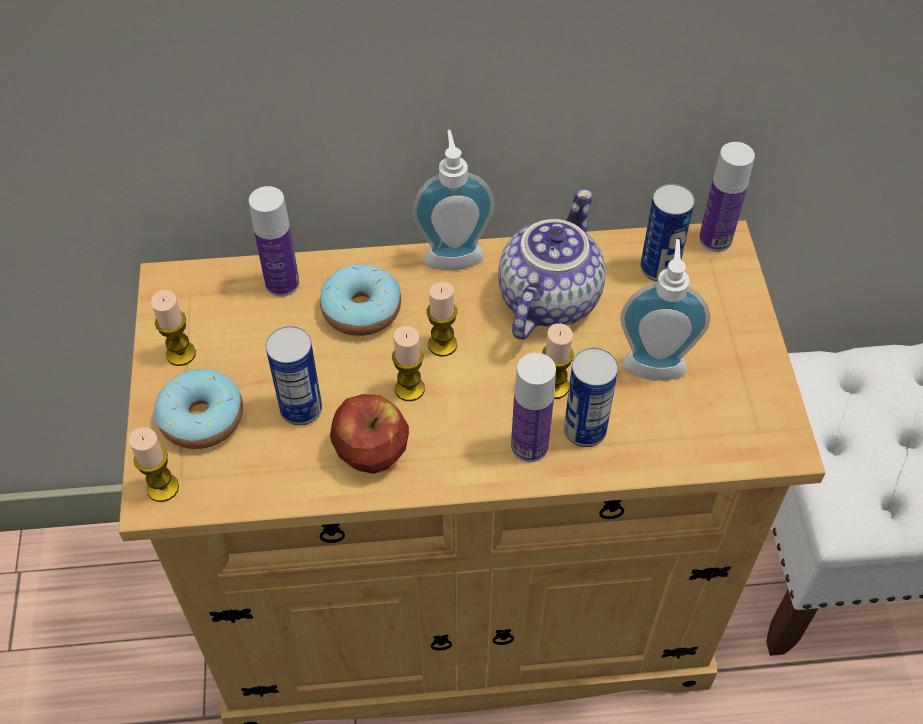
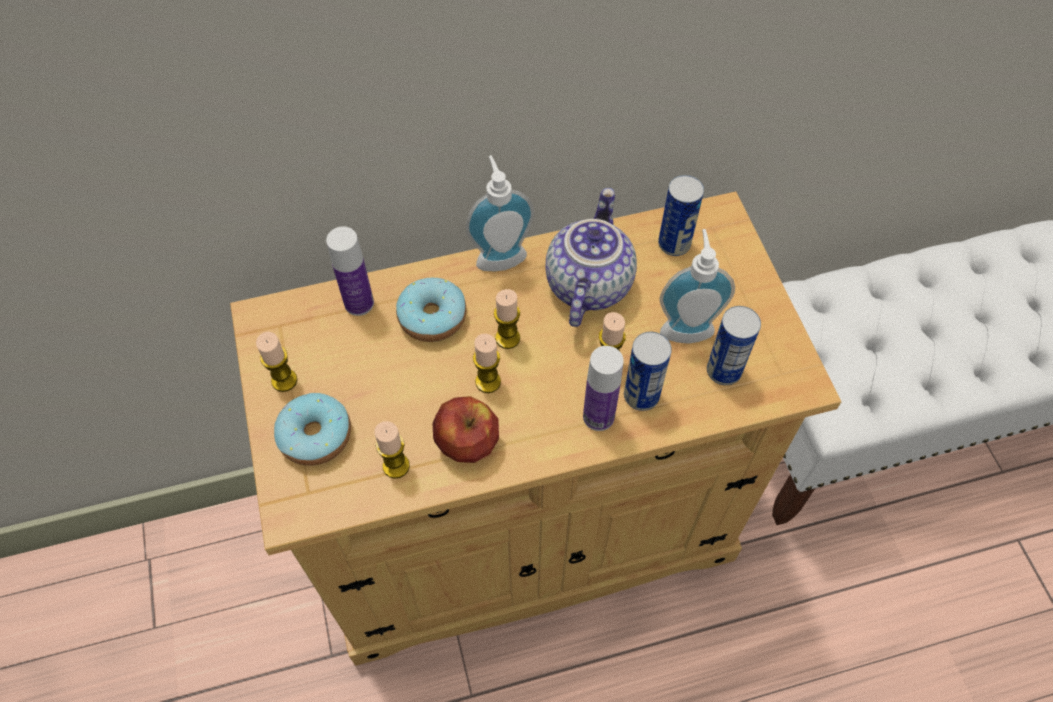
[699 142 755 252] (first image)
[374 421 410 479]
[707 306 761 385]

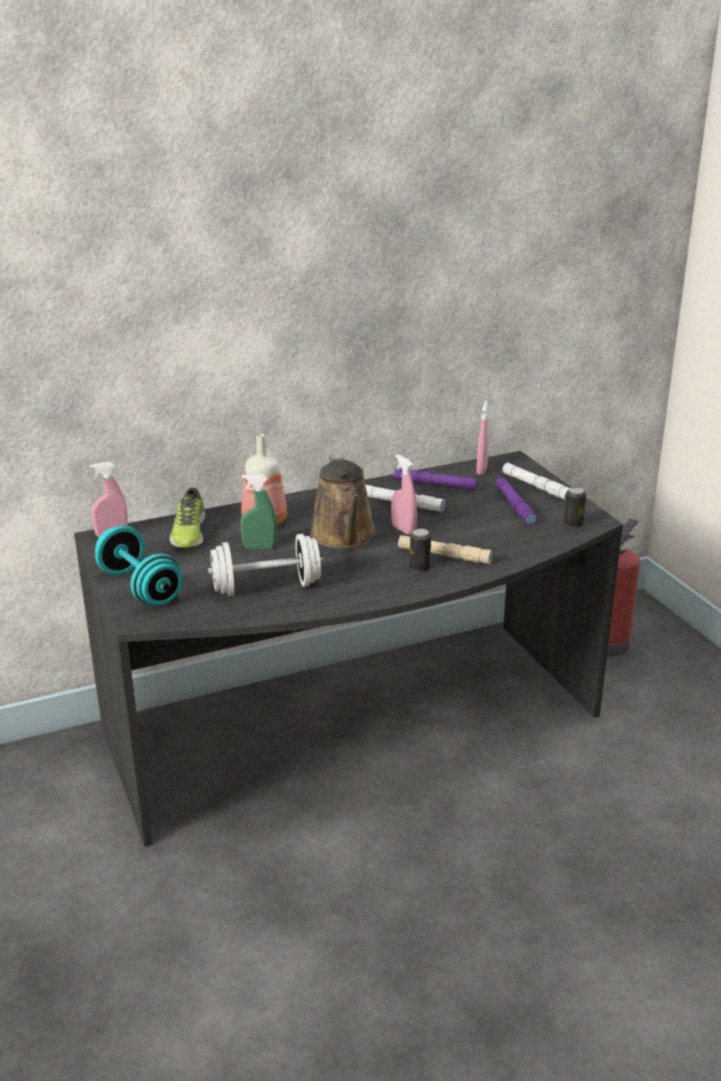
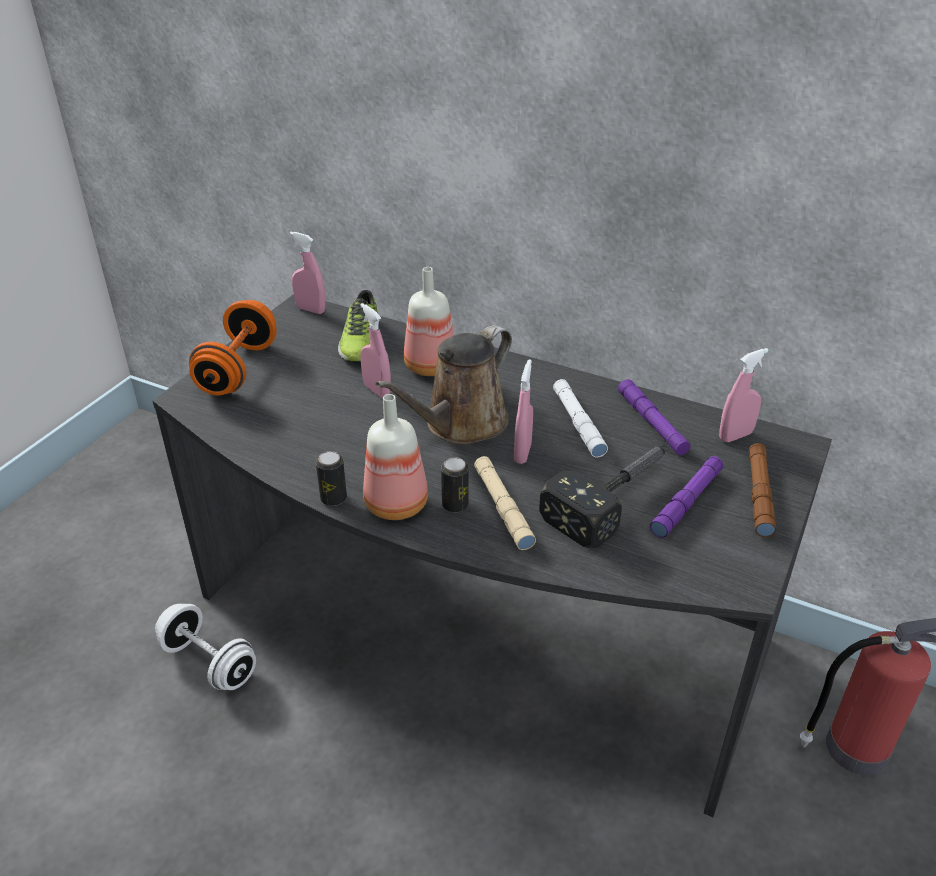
[363 394 428 520]
[539 445 669 548]
[155 604 256 690]
[316 451 347 506]
[189 300 277 395]
[360 303 391 398]
[749 443 776 537]
[338 290 378 361]

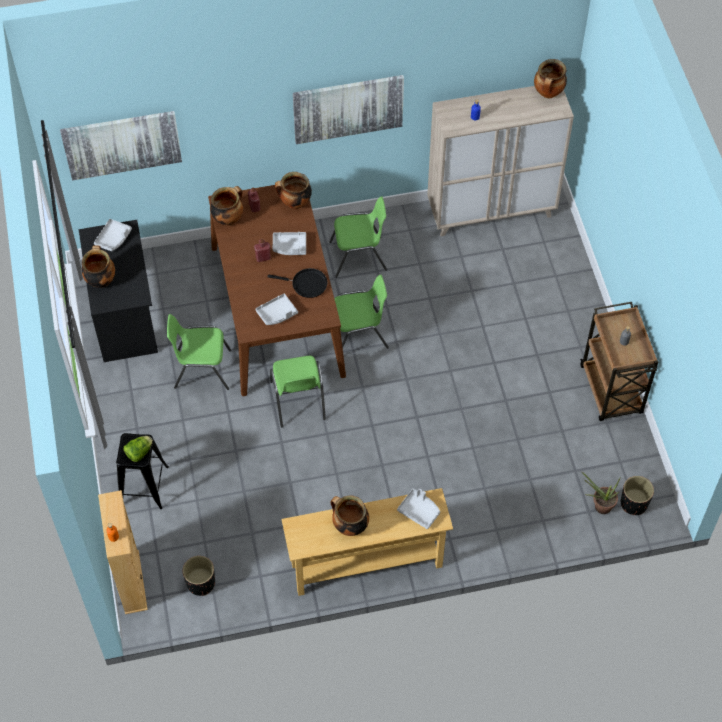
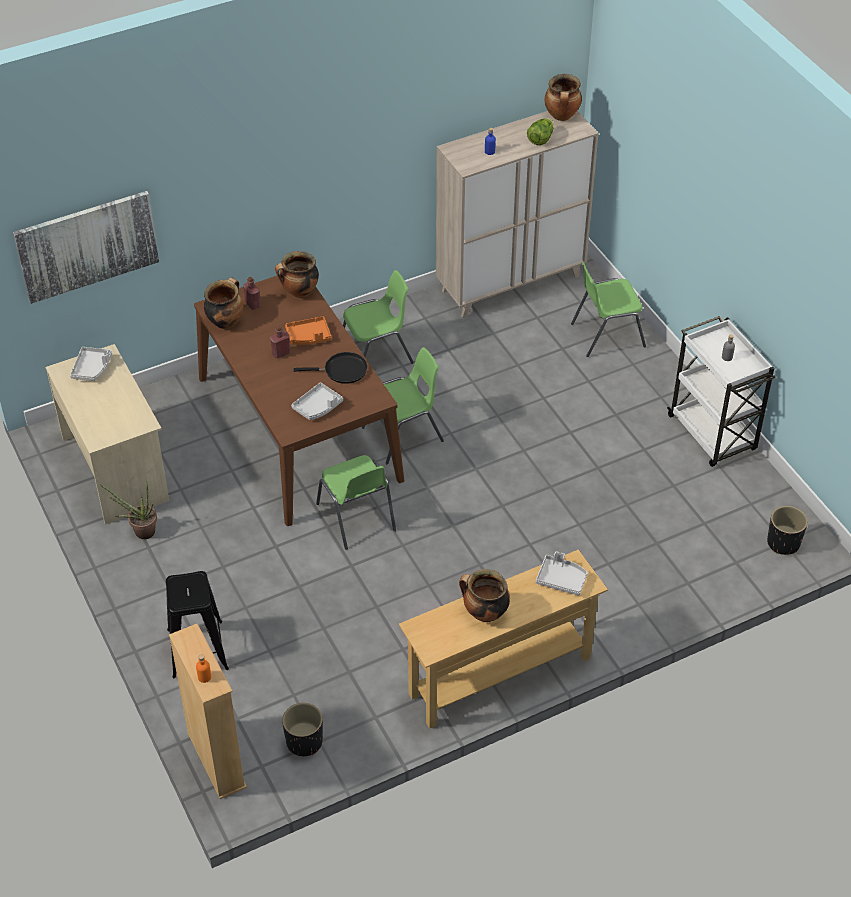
[82 245 115 288] (first image)
[293 75 404 144] (first image)
[527 118 554 146]
[571 262 646 357]
[100 481 157 539]
[46 344 169 524]
[285 316 332 345]
[667 316 776 467]

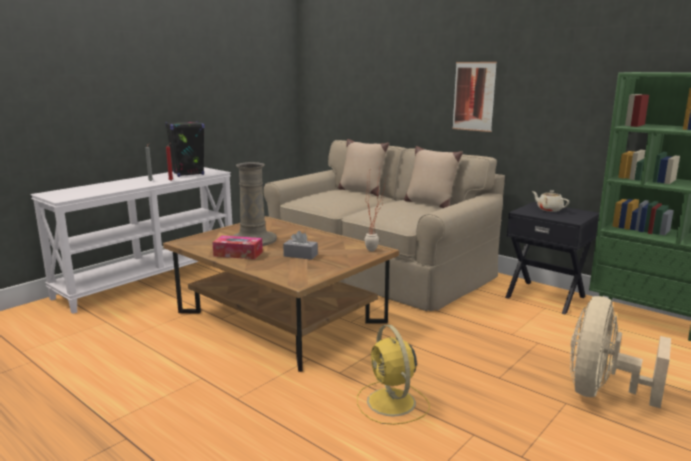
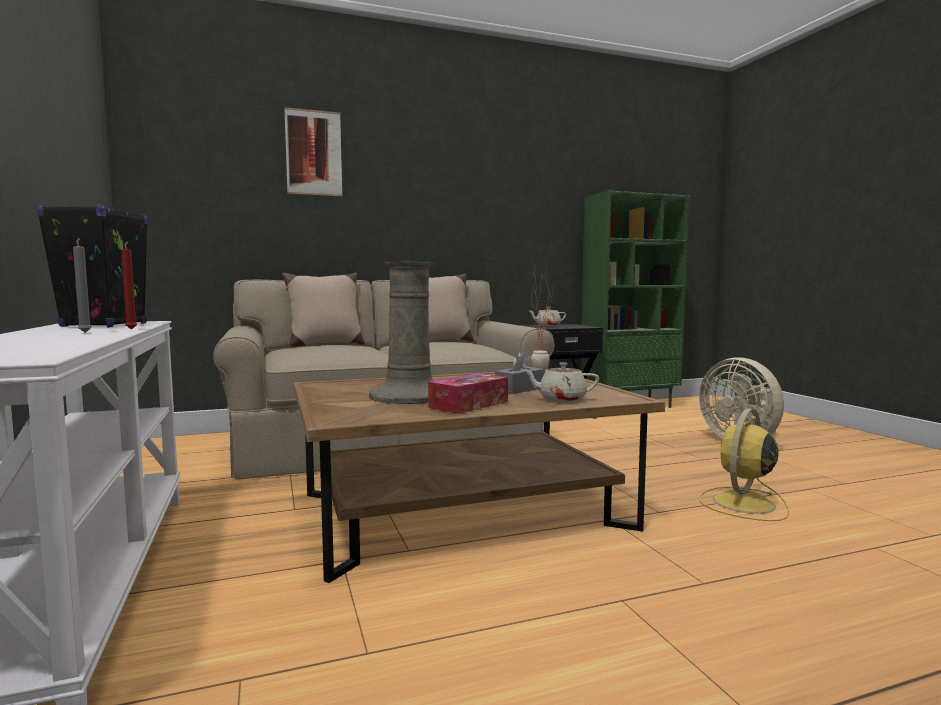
[523 362 599 402]
[284 107 342 196]
[699 408 789 521]

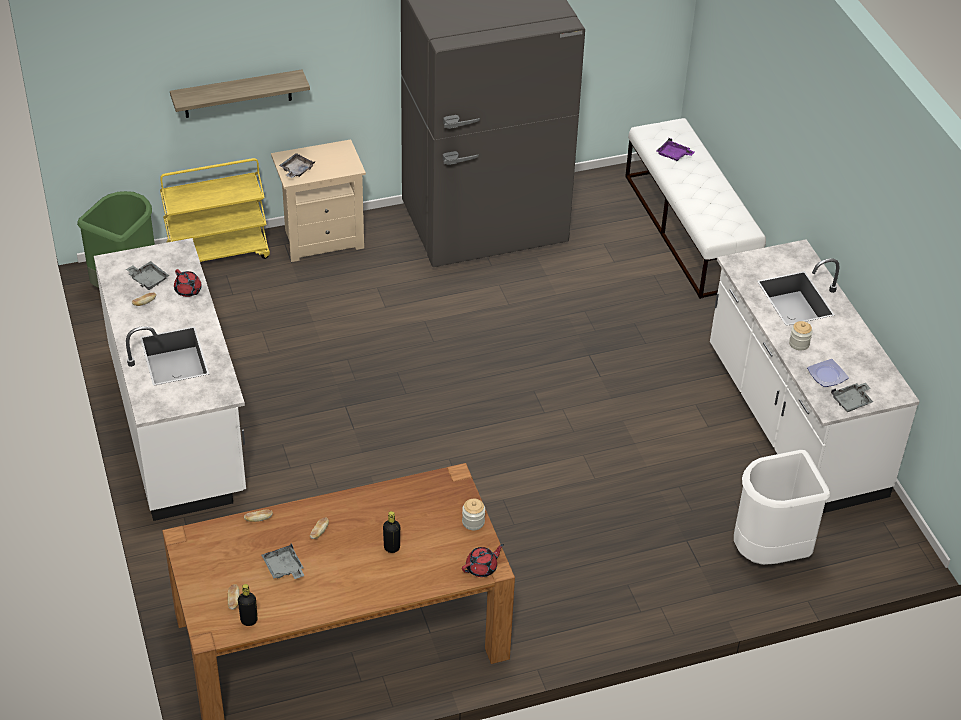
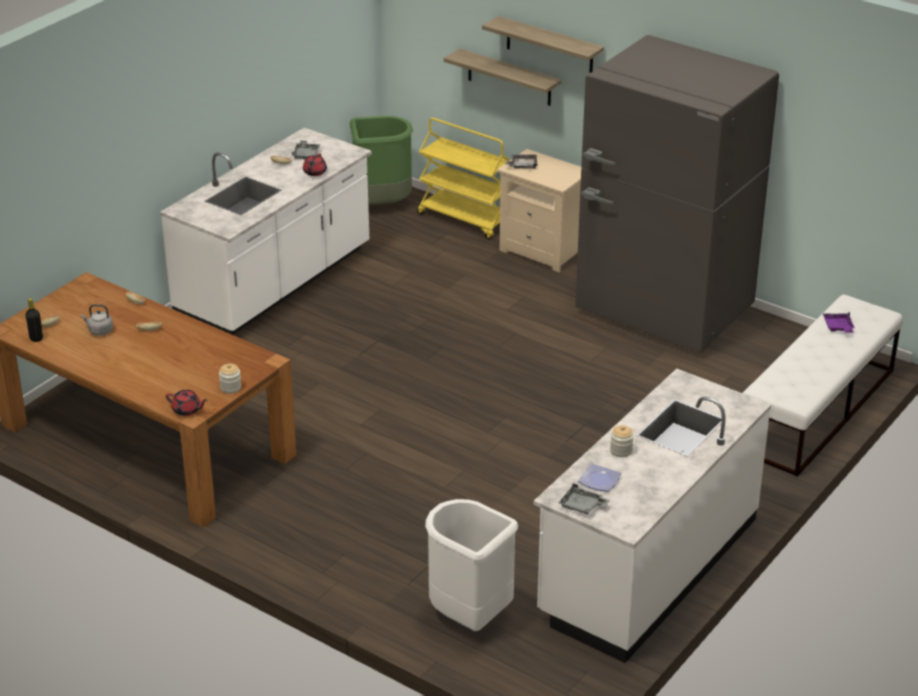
[383 511 400 553] (first image)
[482 16 604 74]
[81 304 113 335]

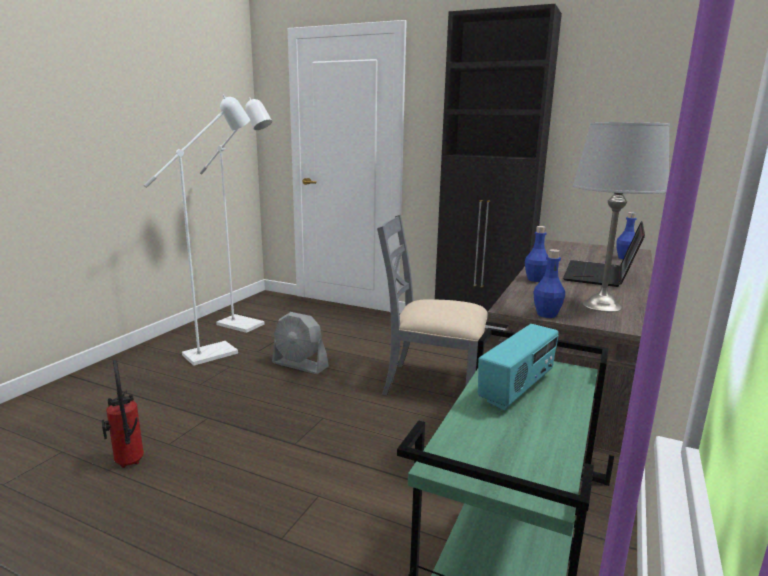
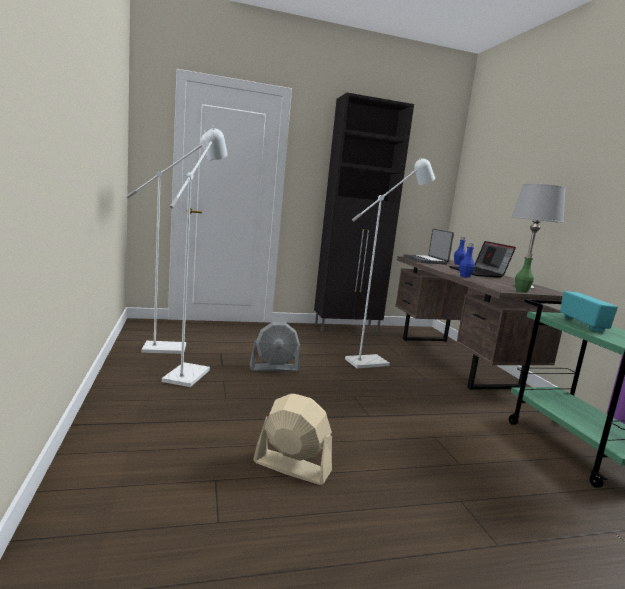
[403 229 454 265]
[253 394 332 485]
[345 156 435 369]
[515 253 534 293]

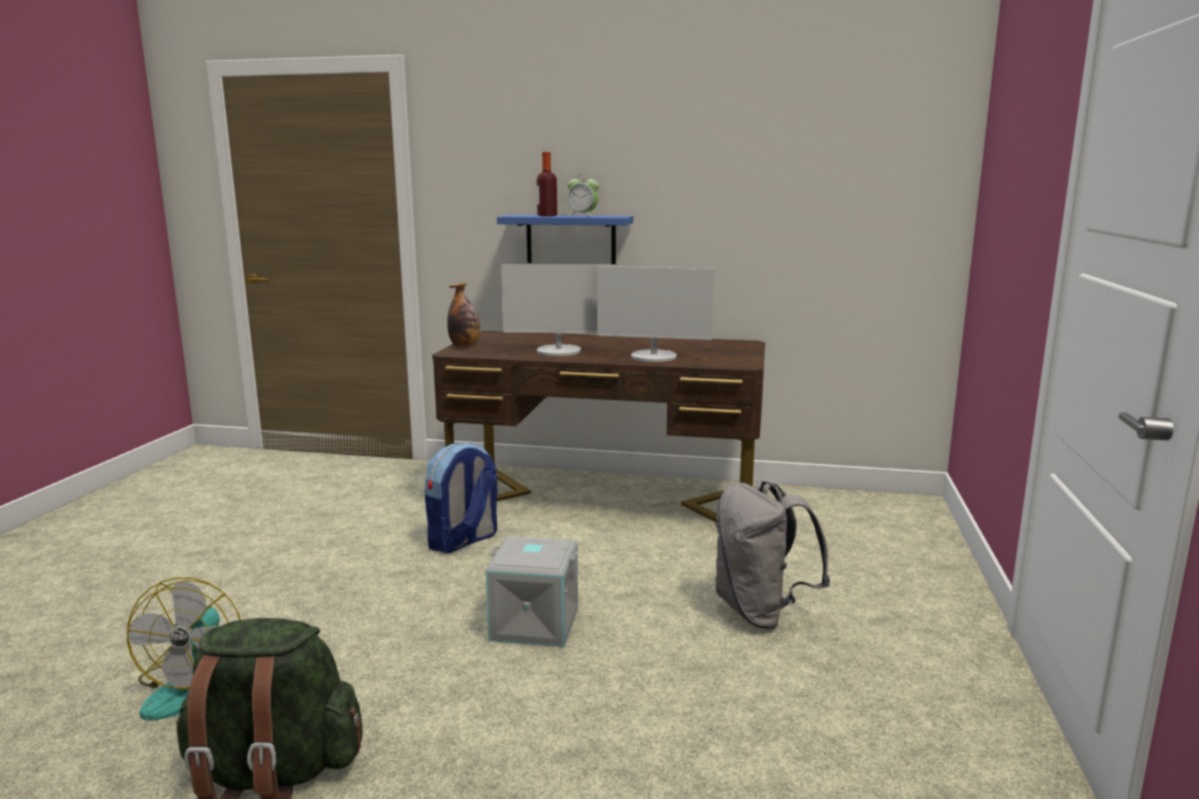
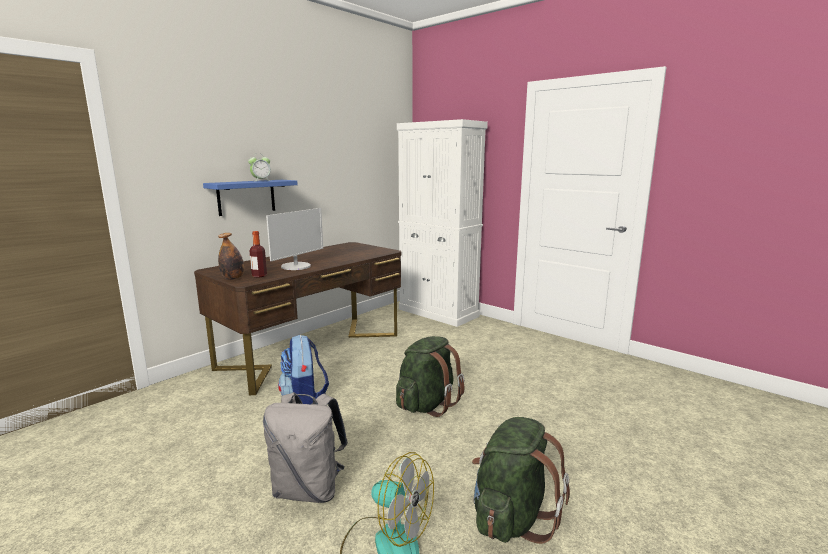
[597 266 714 362] (first image)
[397 119 488 327]
[250 231 267 277]
[263 392 348 503]
[396 336 465 417]

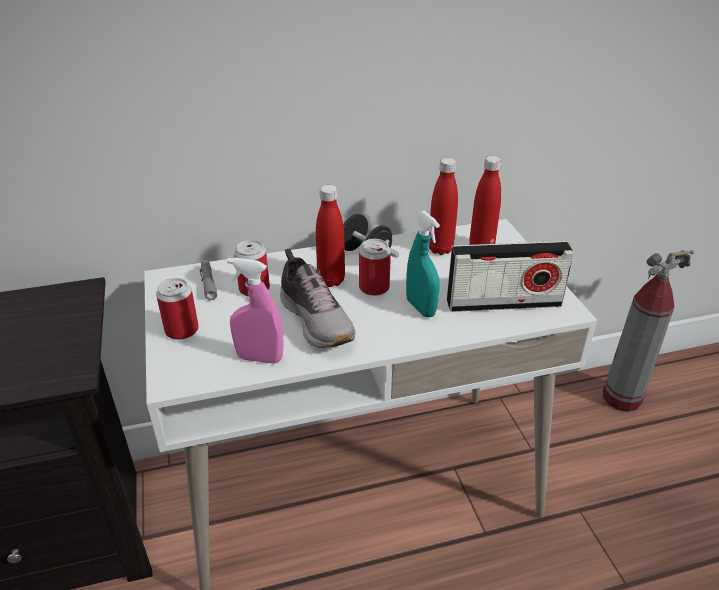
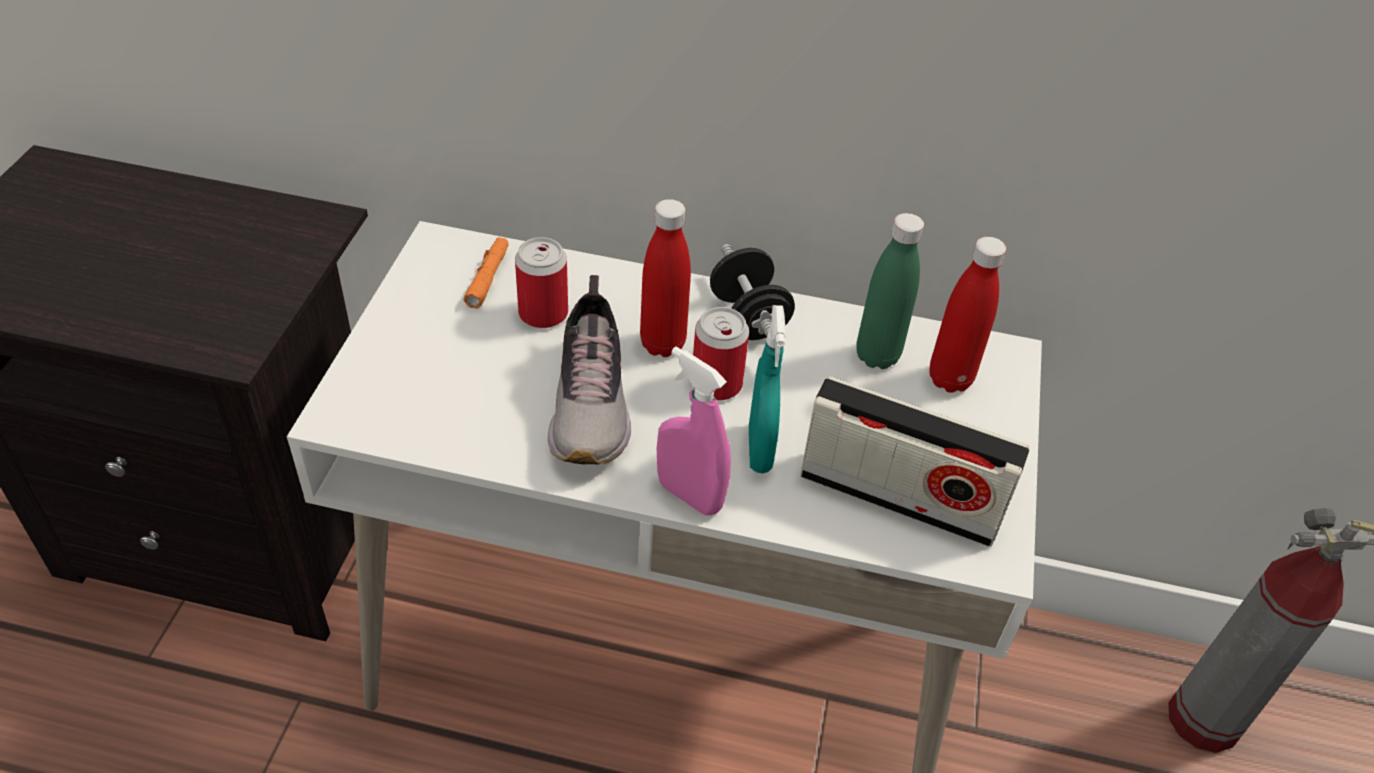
[156 278 199 340] (first image)
[657 346 731 515]
[464 237 508 309]
[856 213 924 369]

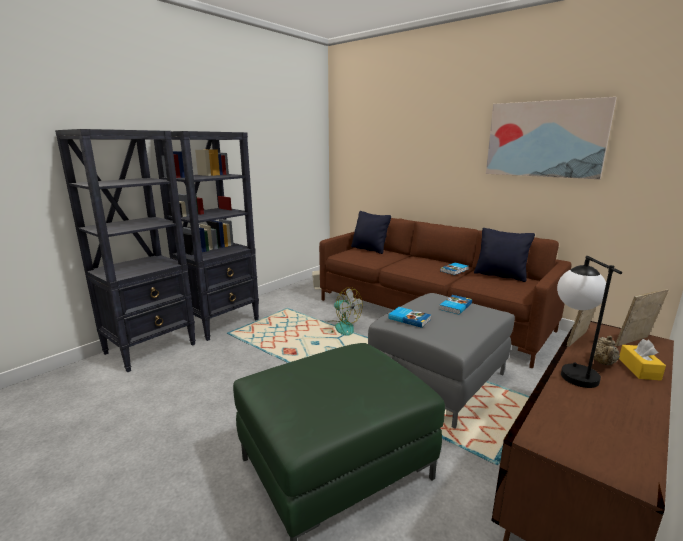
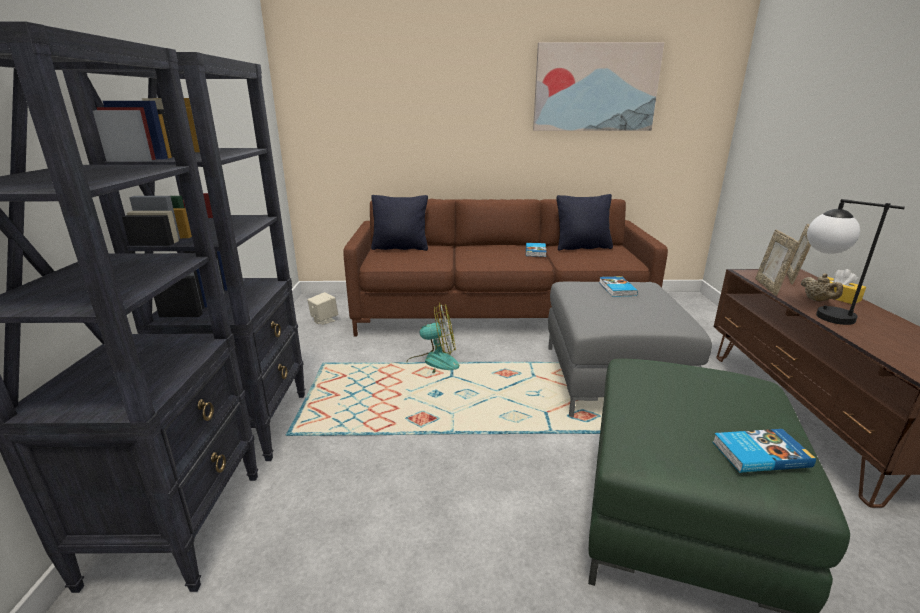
[713 429 816 473]

